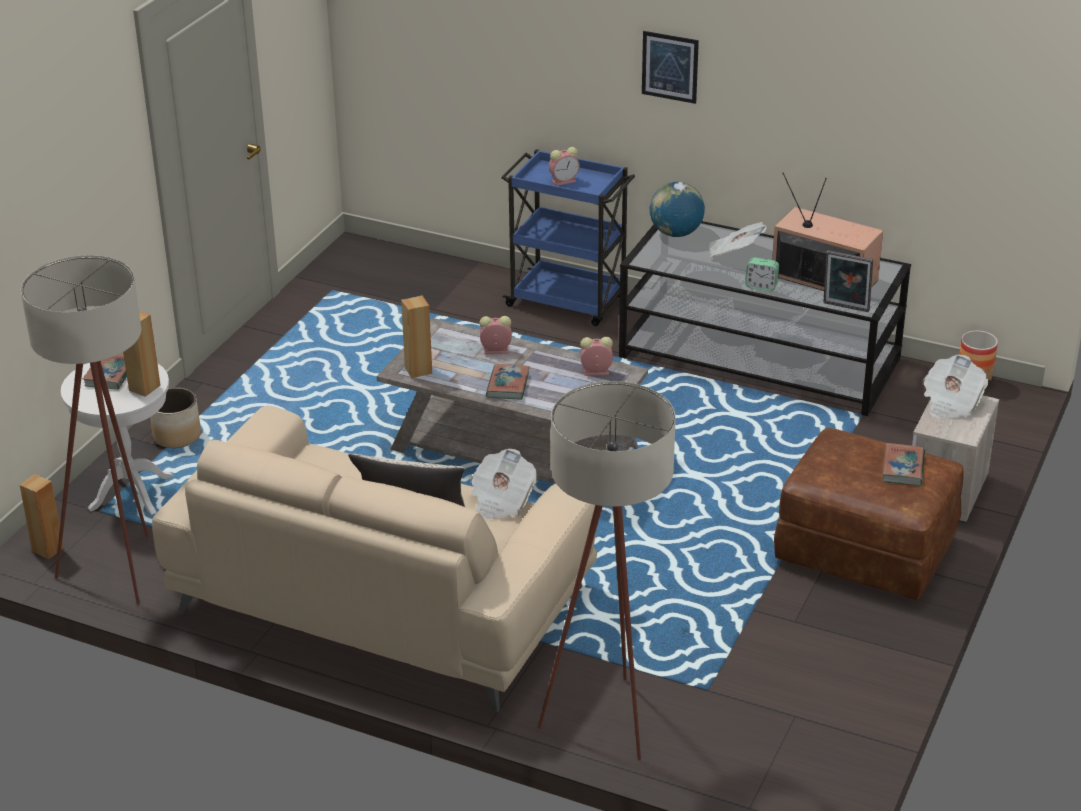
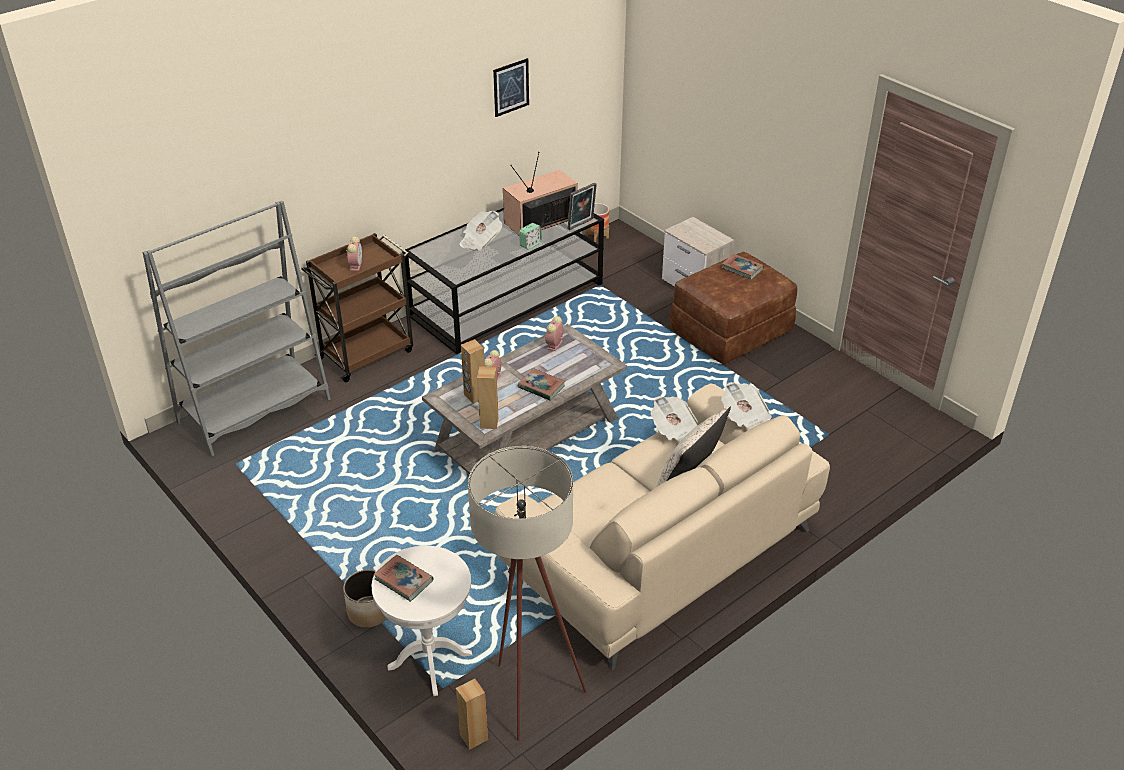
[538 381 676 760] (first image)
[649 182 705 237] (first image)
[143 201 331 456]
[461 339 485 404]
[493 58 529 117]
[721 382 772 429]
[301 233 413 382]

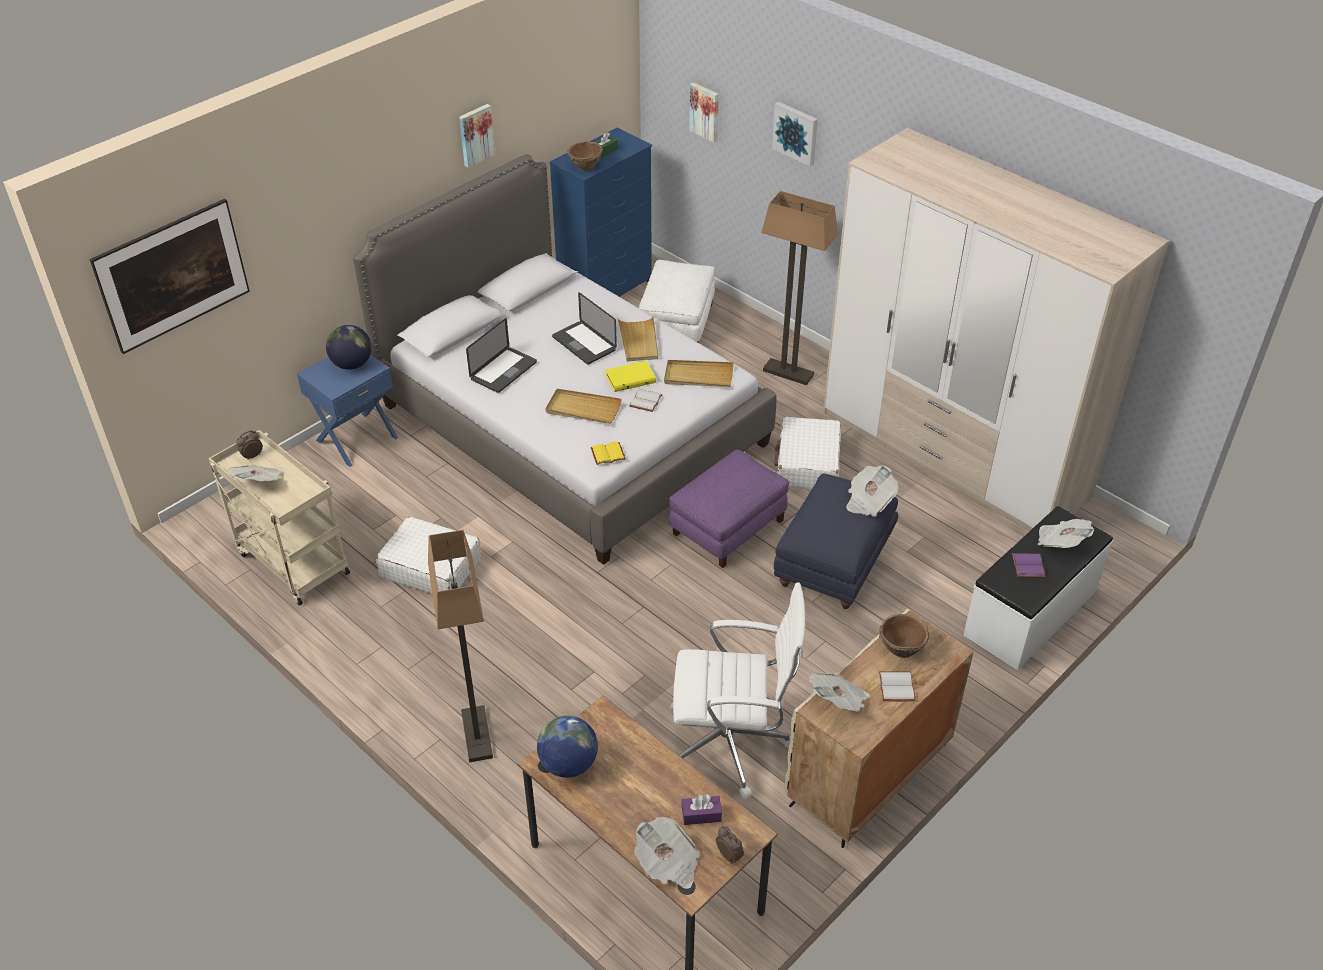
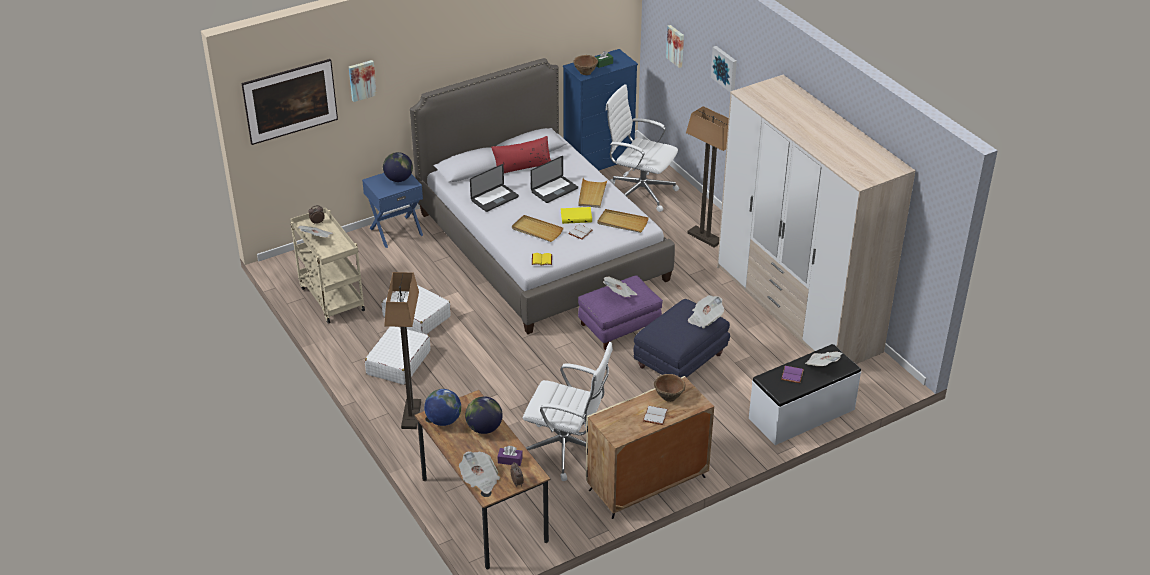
[465 397 502 434]
[491 136 551 173]
[349 60 377 102]
[365 327 430 385]
[603 277 637 297]
[605 84 680 212]
[531 156 578 203]

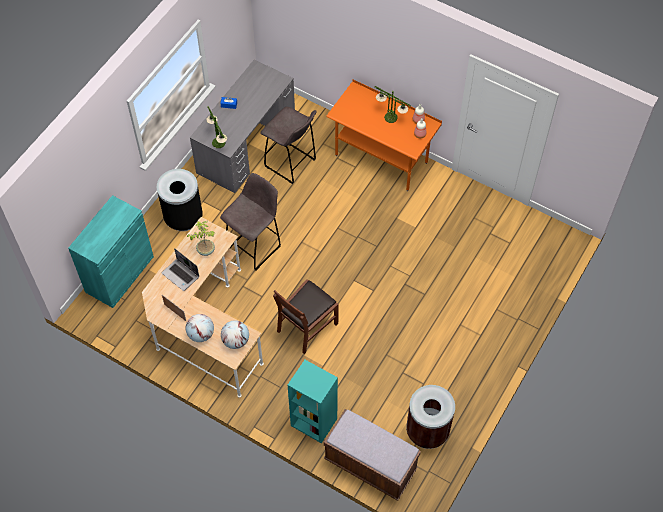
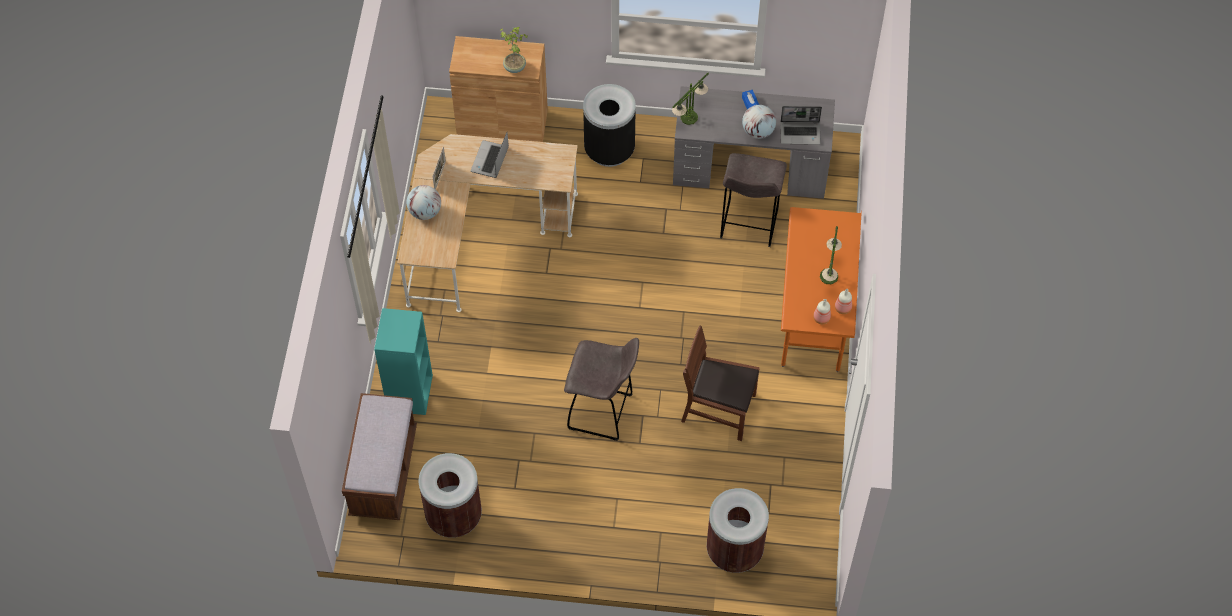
[707 488 769 573]
[780 106 822 145]
[500 27 529 73]
[564 338 639 441]
[742 105 776 139]
[681 326 760 441]
[449 36 548 142]

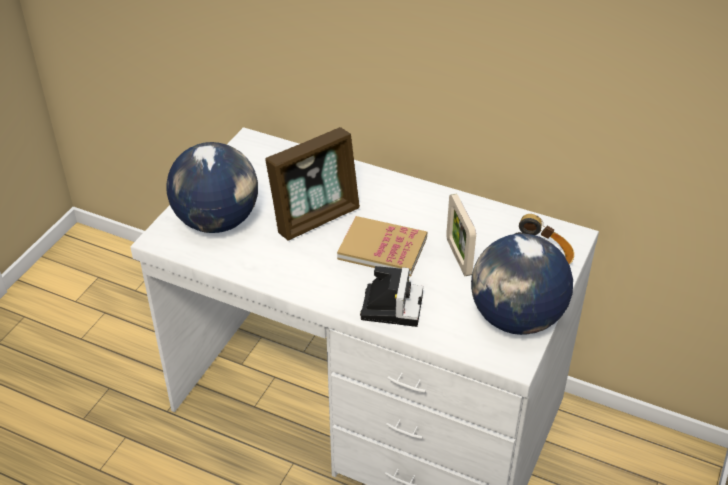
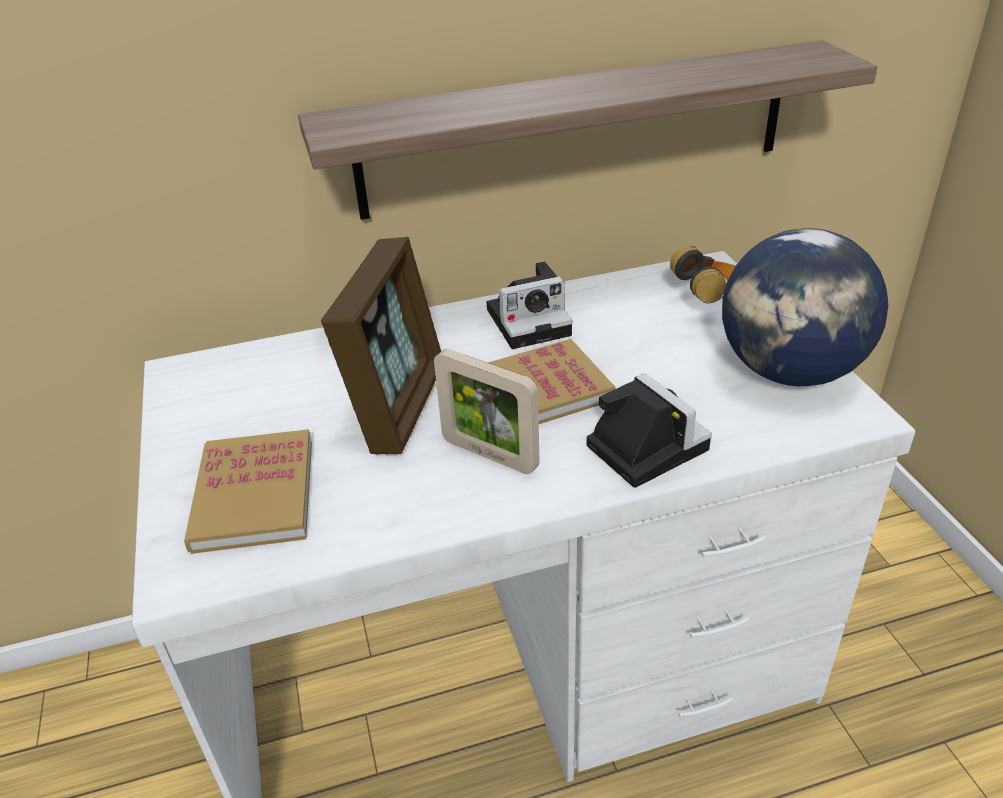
[298 40 878 220]
[487 261 572 349]
[434 349 539 474]
[184 429 312 554]

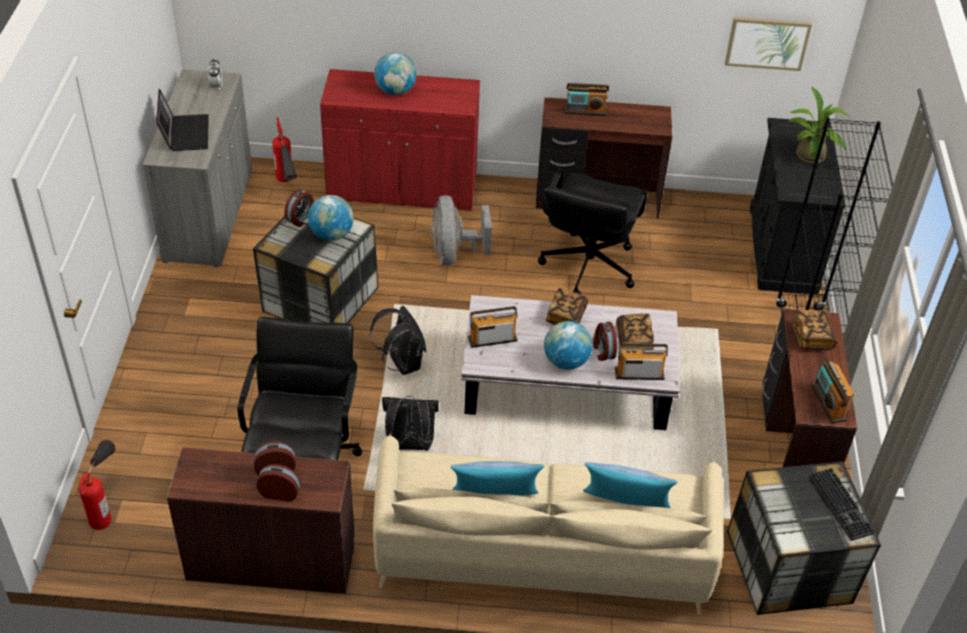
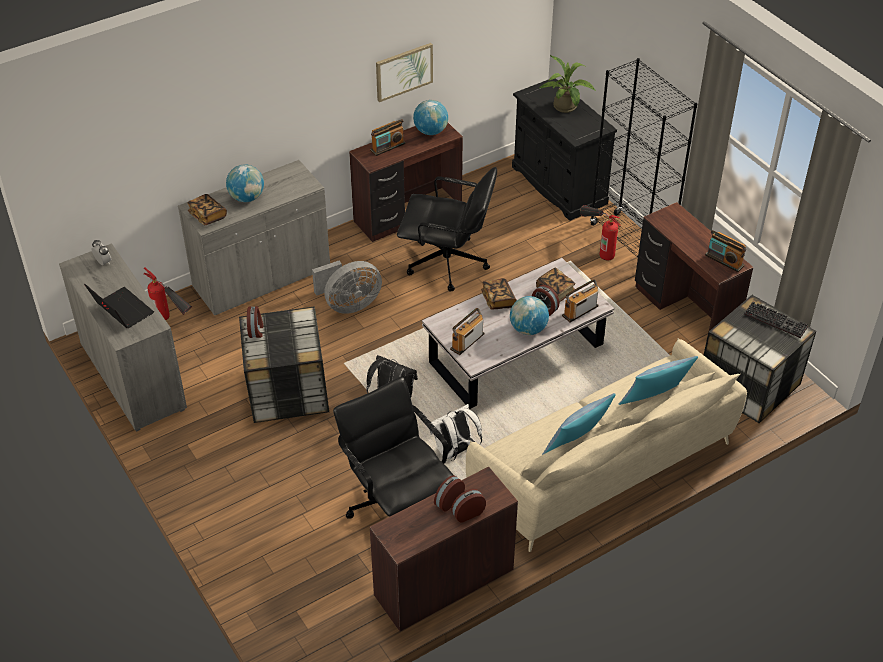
[580 205 621 261]
[413 100 448 135]
[376 43 433 102]
[187 194 227 225]
[178 160 330 316]
[429 404 482 461]
[312 260 382 314]
[397 167 497 292]

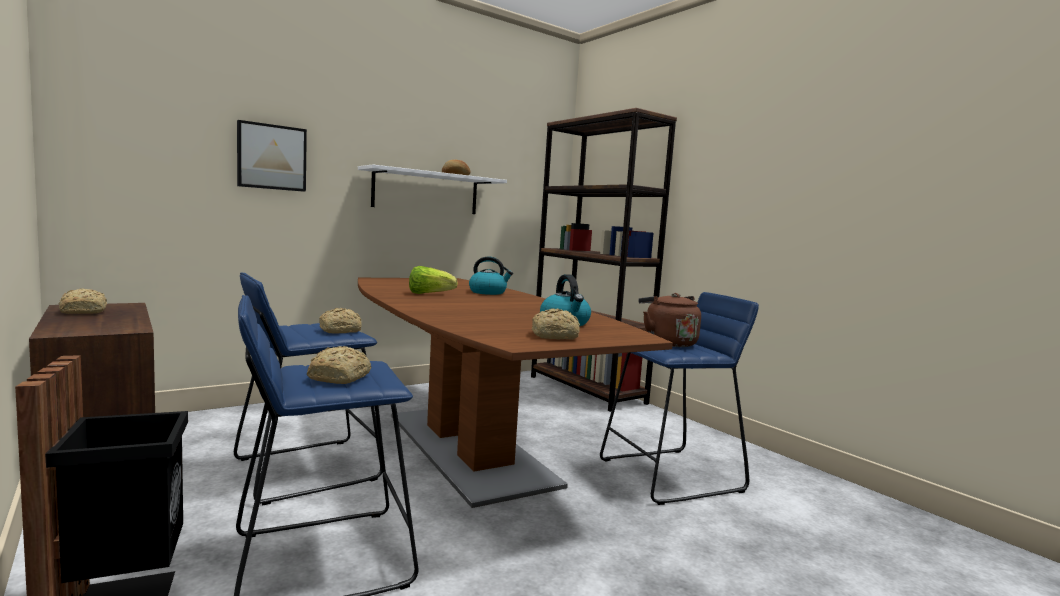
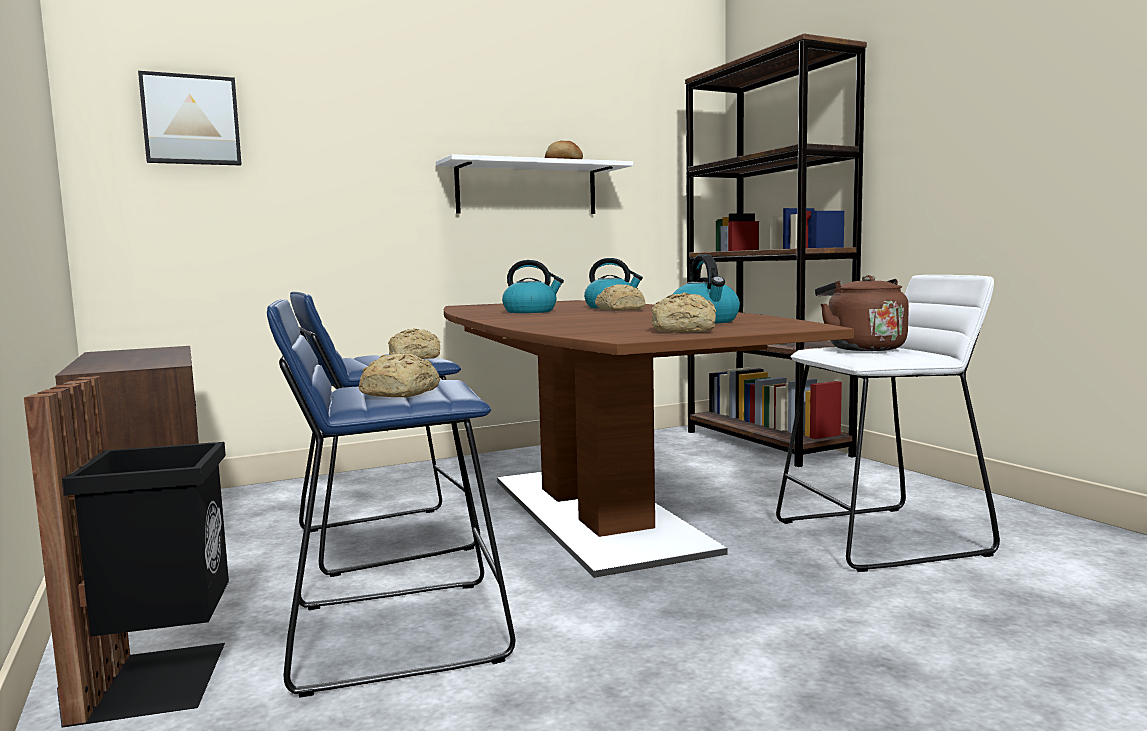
[595 284 645 311]
[138 71 242 165]
[502 260 564 313]
[776 275 1000 572]

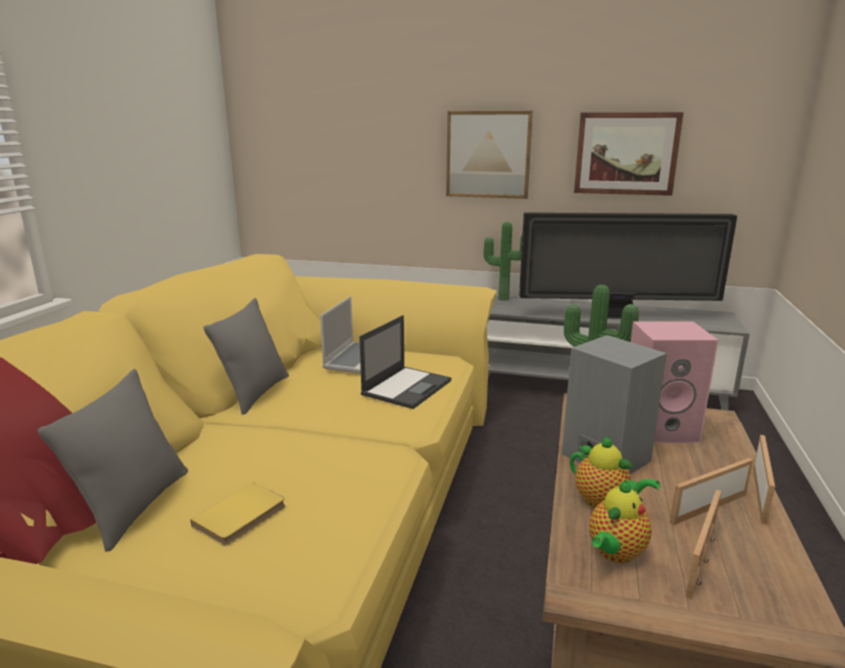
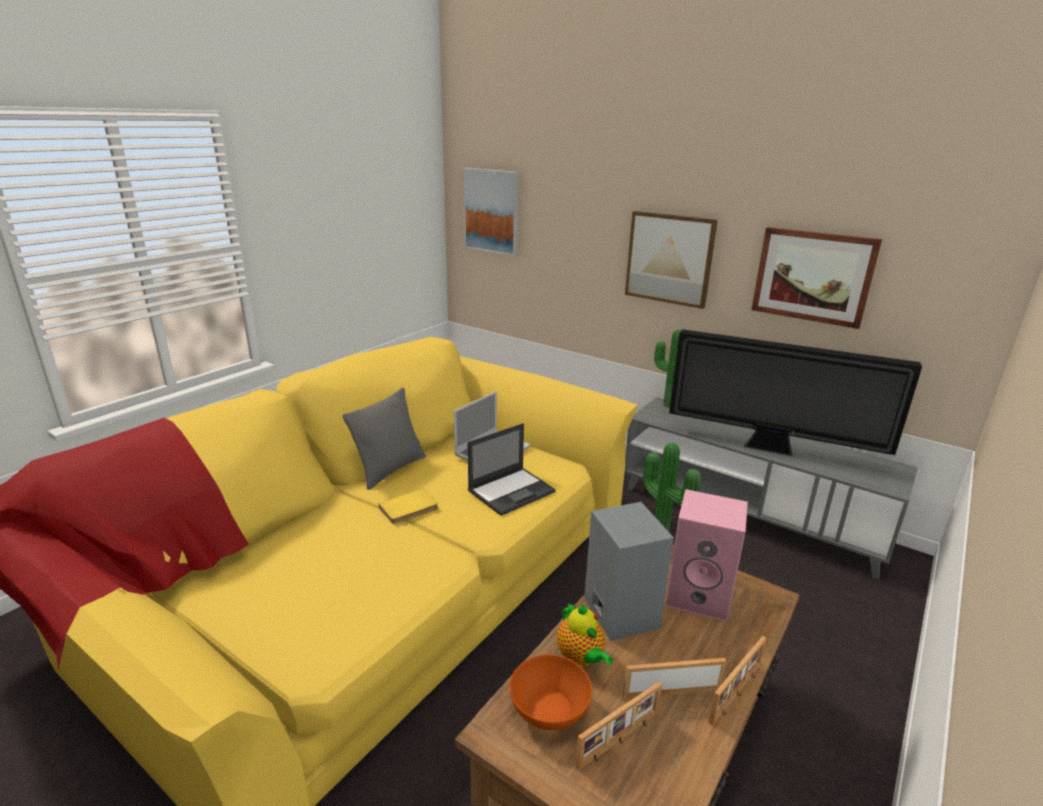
[38 369 188 552] (first image)
[463 168 519 256]
[378 489 438 524]
[510 654 592 730]

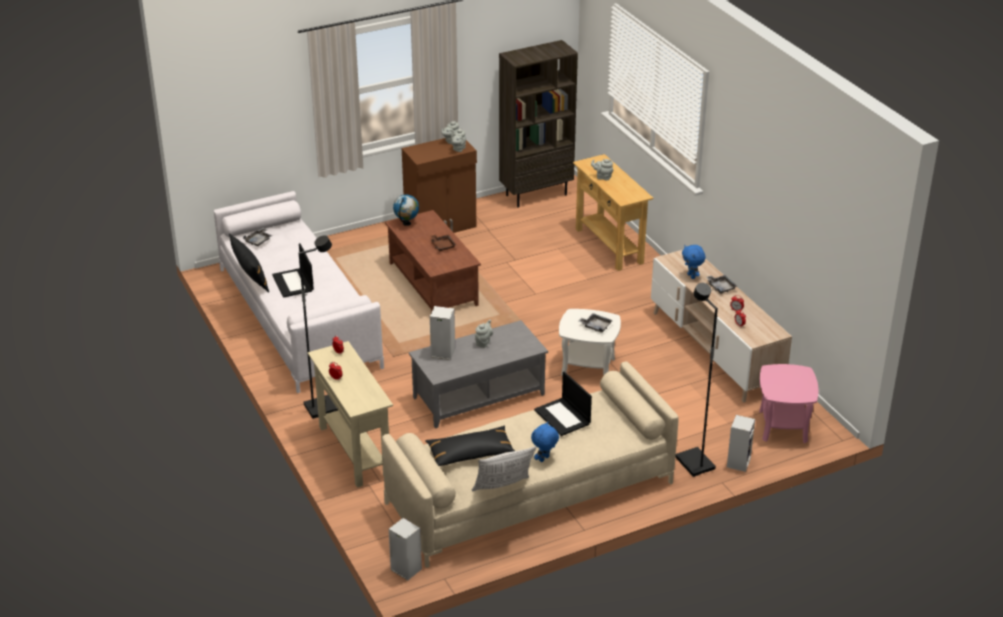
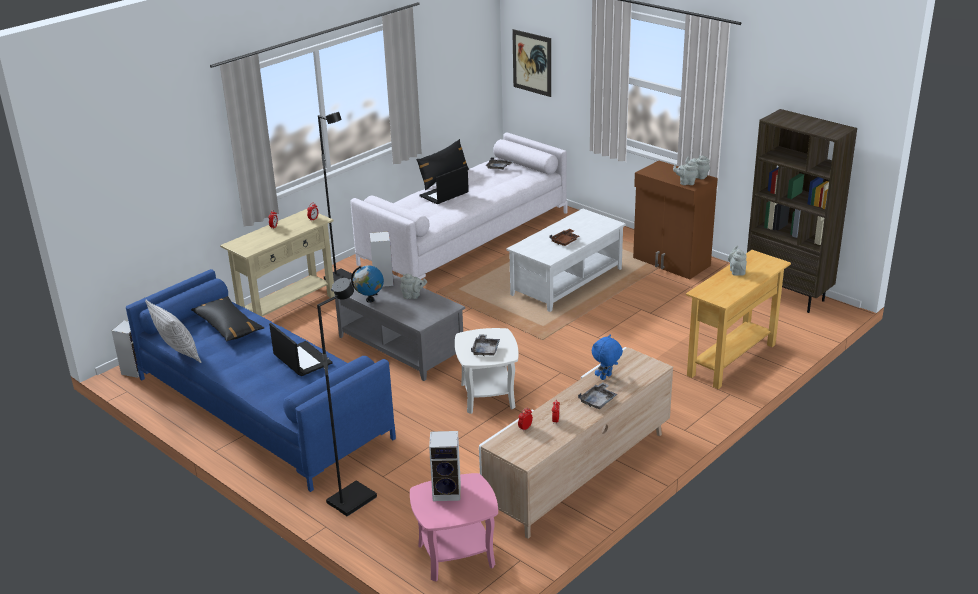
[531 422 559 462] (first image)
[512 29 551 97]
[351 265 384 303]
[429 431 461 501]
[126 269 396 492]
[507 209 626 312]
[269 323 333 376]

